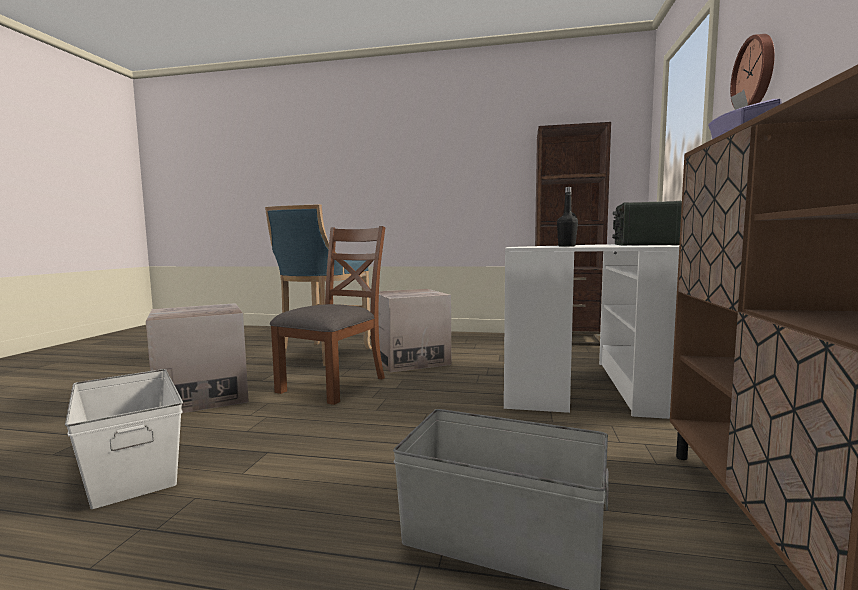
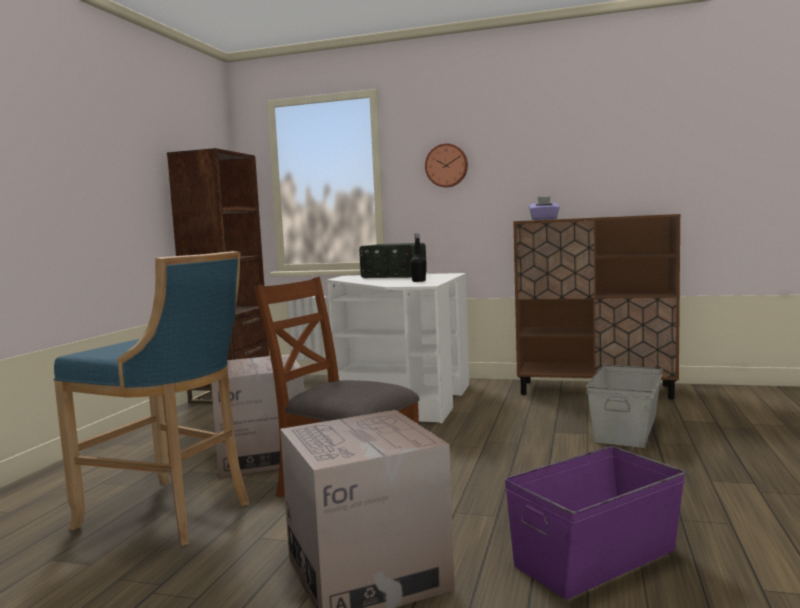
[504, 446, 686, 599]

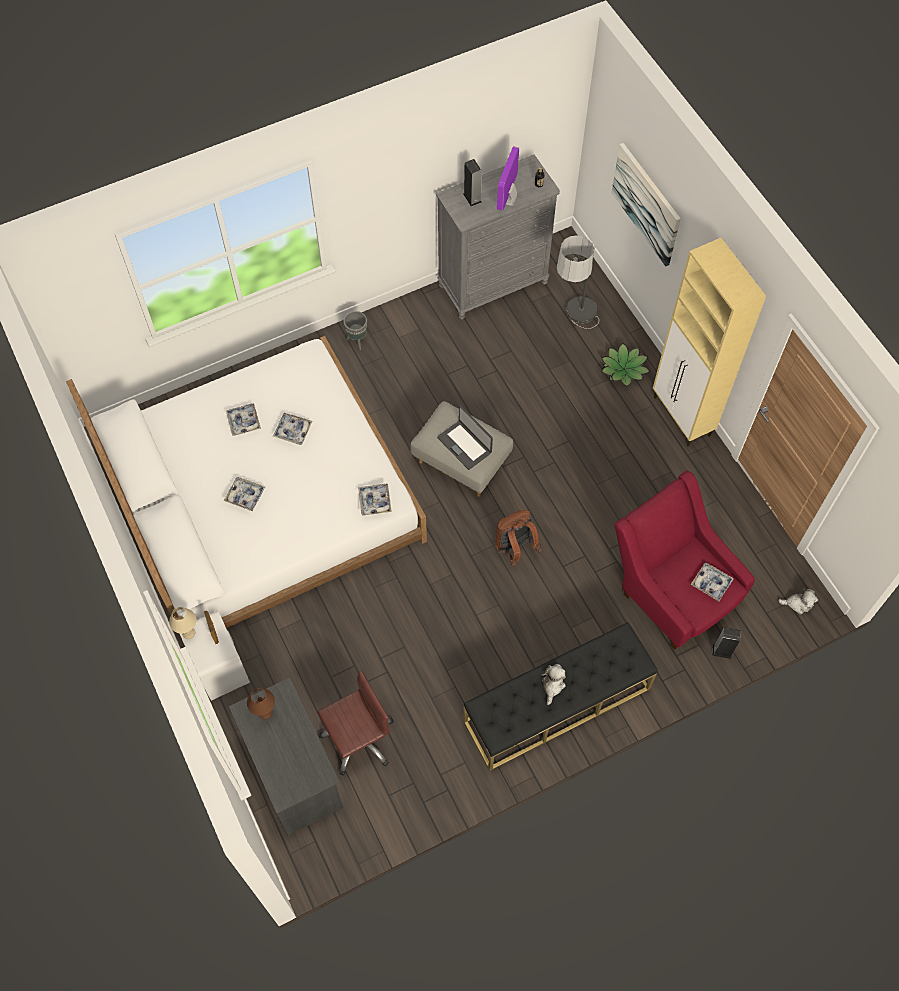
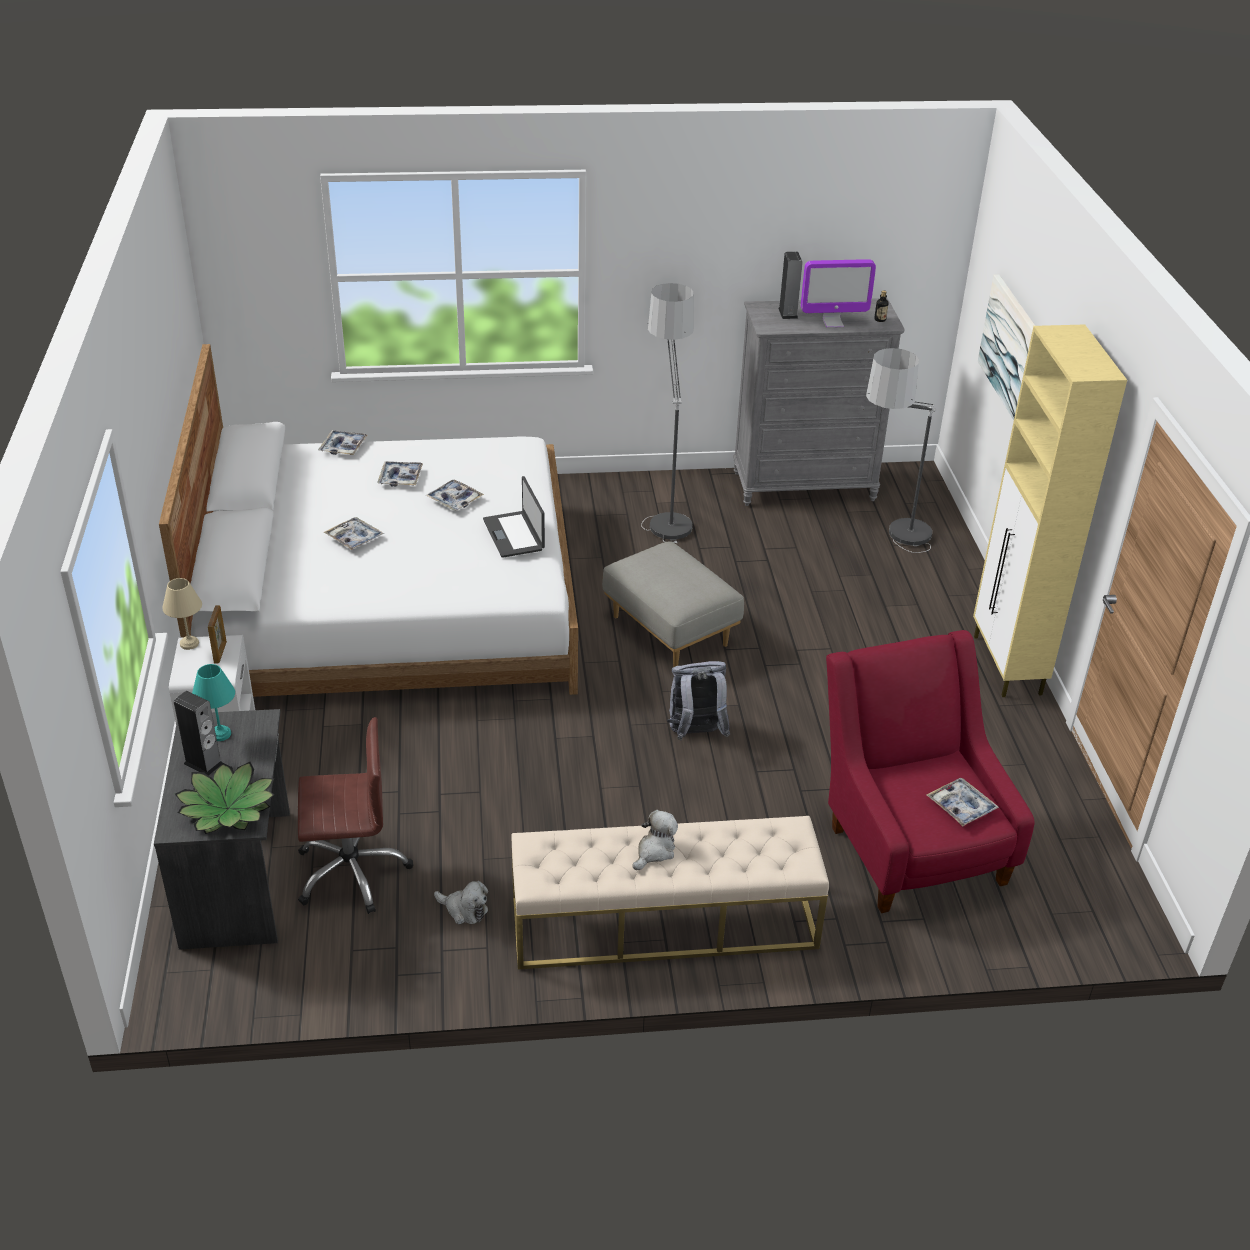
[343, 311, 367, 350] (first image)
[641, 283, 694, 543]
[318, 430, 368, 455]
[483, 476, 545, 558]
[175, 762, 275, 834]
[174, 691, 222, 776]
[434, 881, 488, 924]
[192, 664, 235, 741]
[511, 816, 829, 969]
[667, 661, 730, 740]
[801, 259, 876, 328]

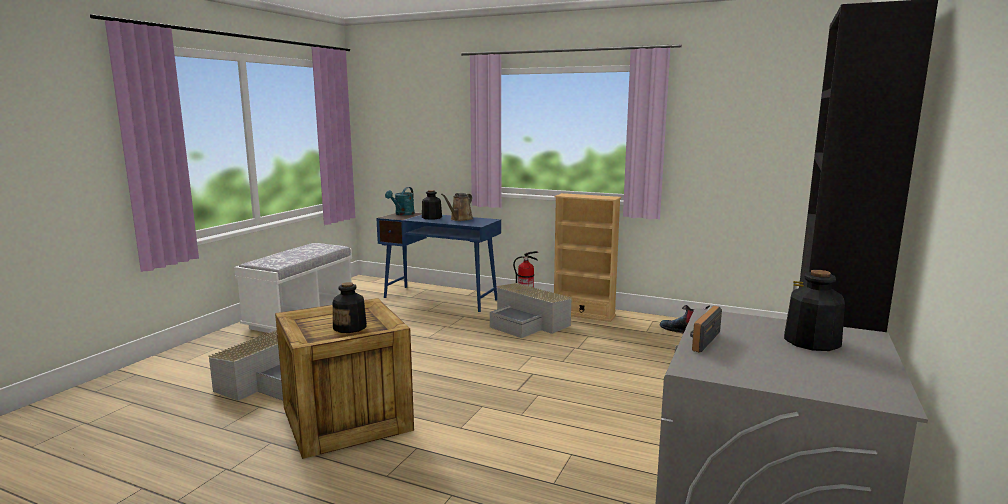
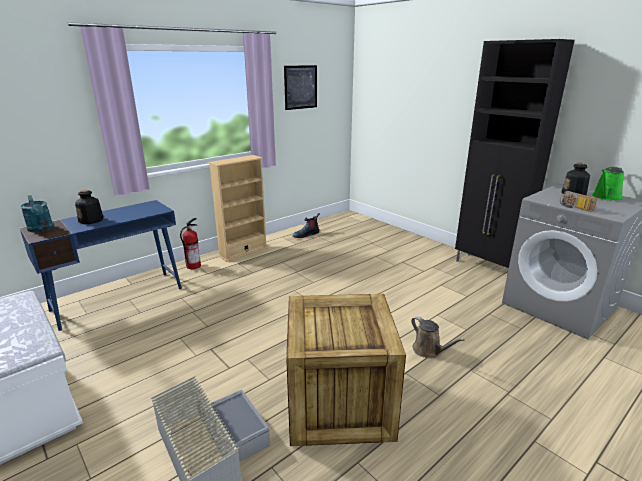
[333, 282, 367, 333] (first image)
[490, 283, 572, 338] (first image)
[284, 65, 317, 110]
[592, 167, 624, 201]
[411, 316, 464, 358]

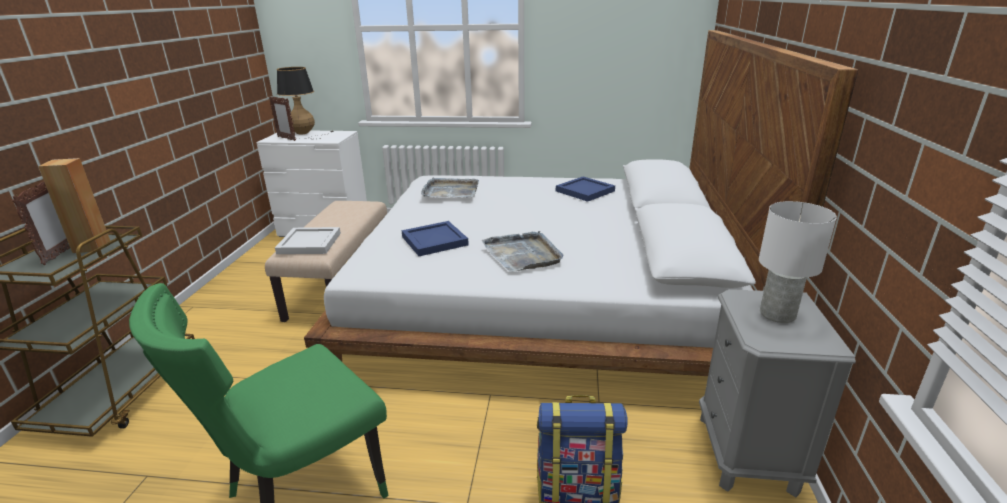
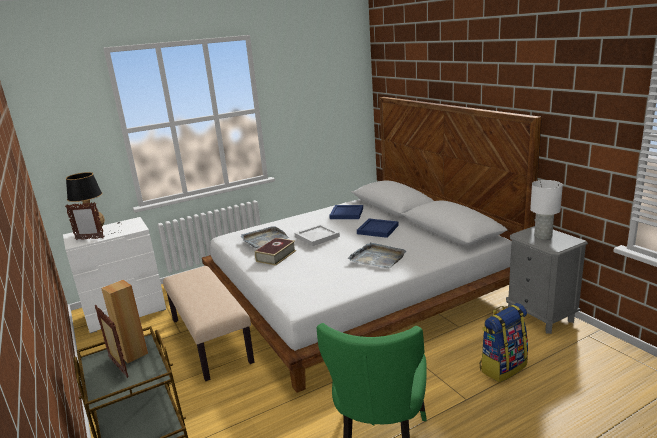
[255, 238, 296, 266]
[294, 224, 340, 246]
[357, 219, 398, 238]

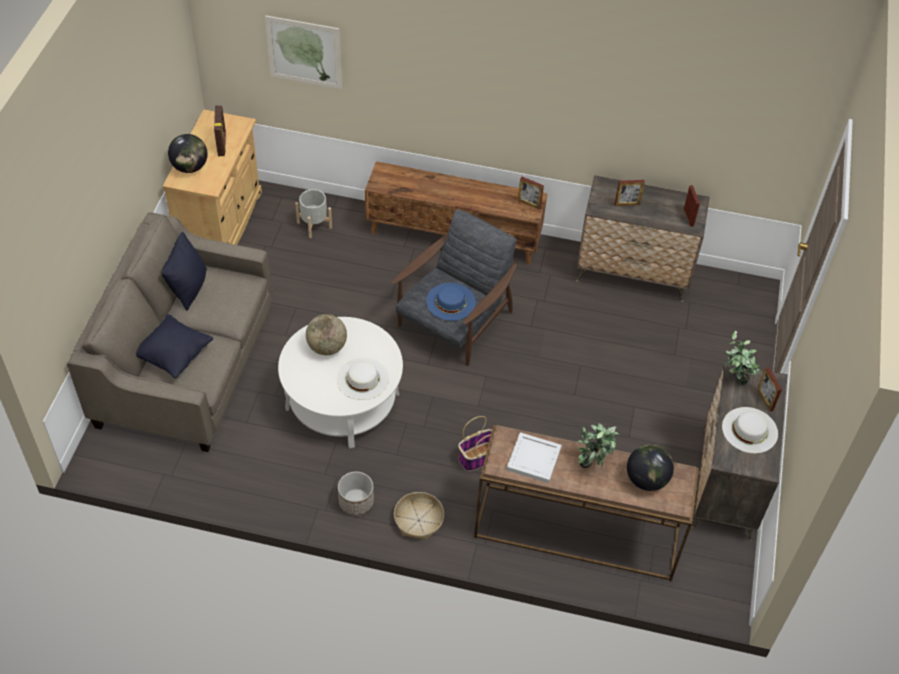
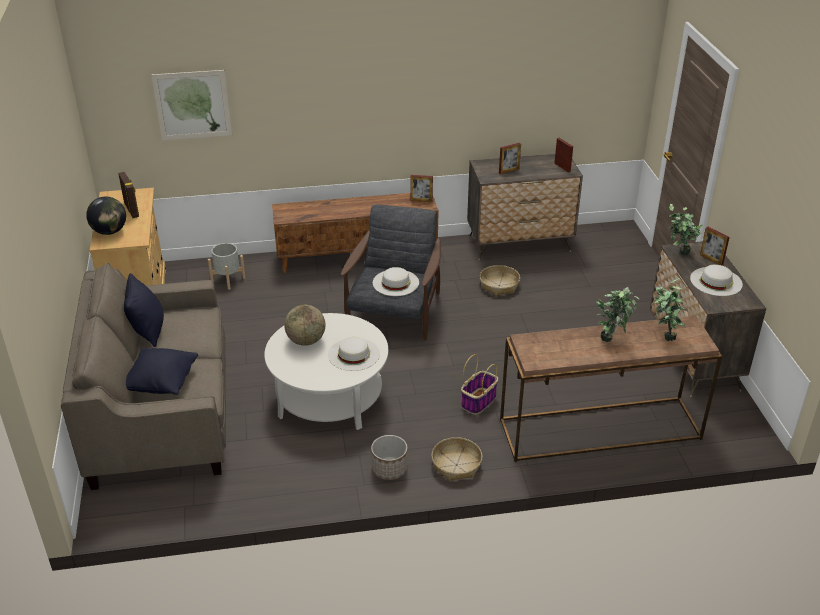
[507, 432, 562, 483] (first image)
[480, 265, 520, 296]
[654, 278, 687, 341]
[373, 267, 419, 296]

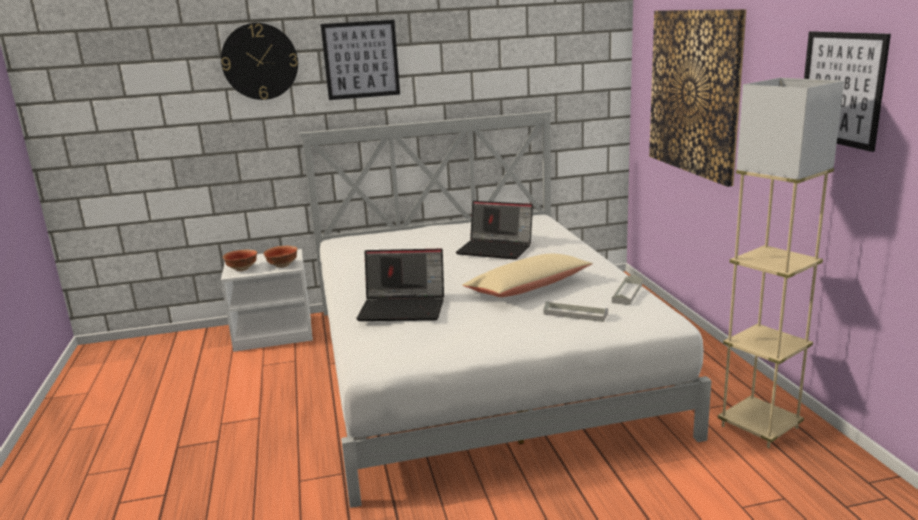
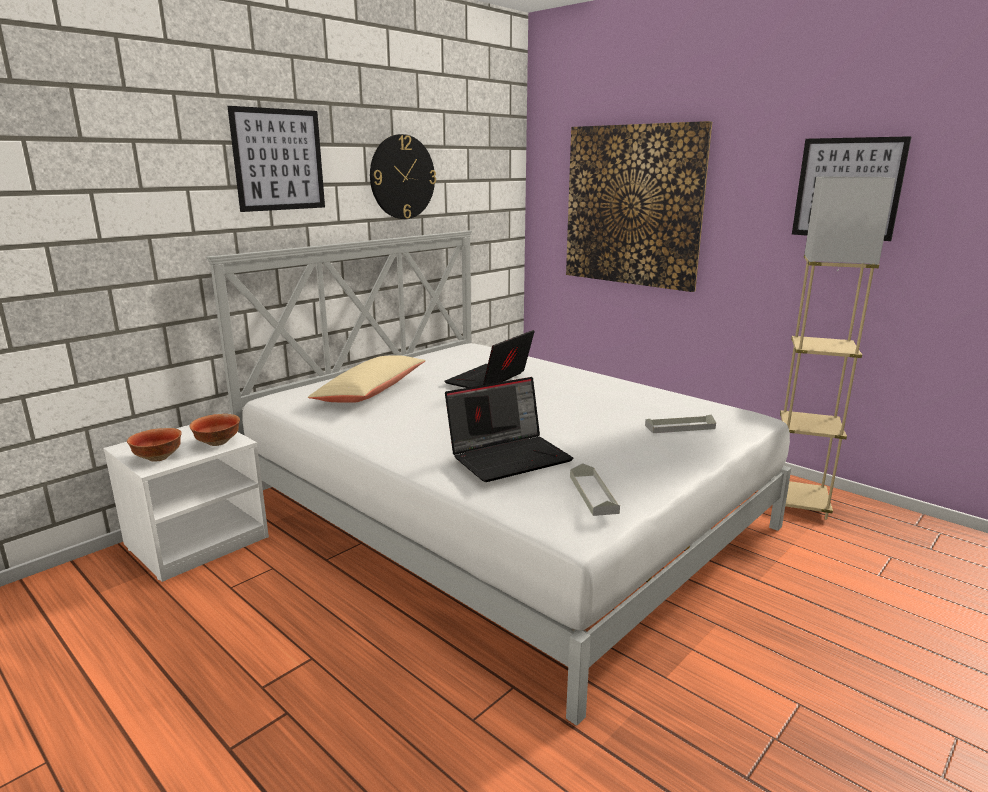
[370, 134, 436, 219]
[308, 355, 426, 403]
[570, 463, 620, 516]
[444, 330, 535, 388]

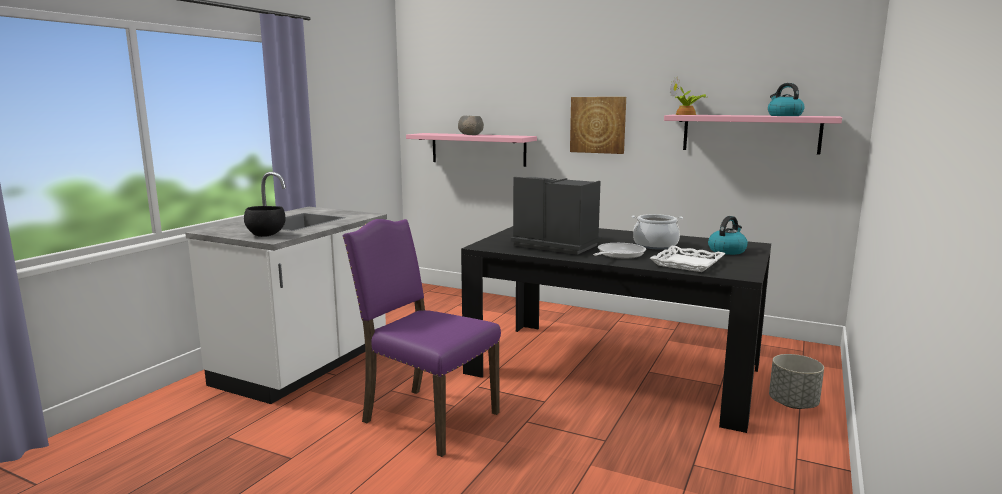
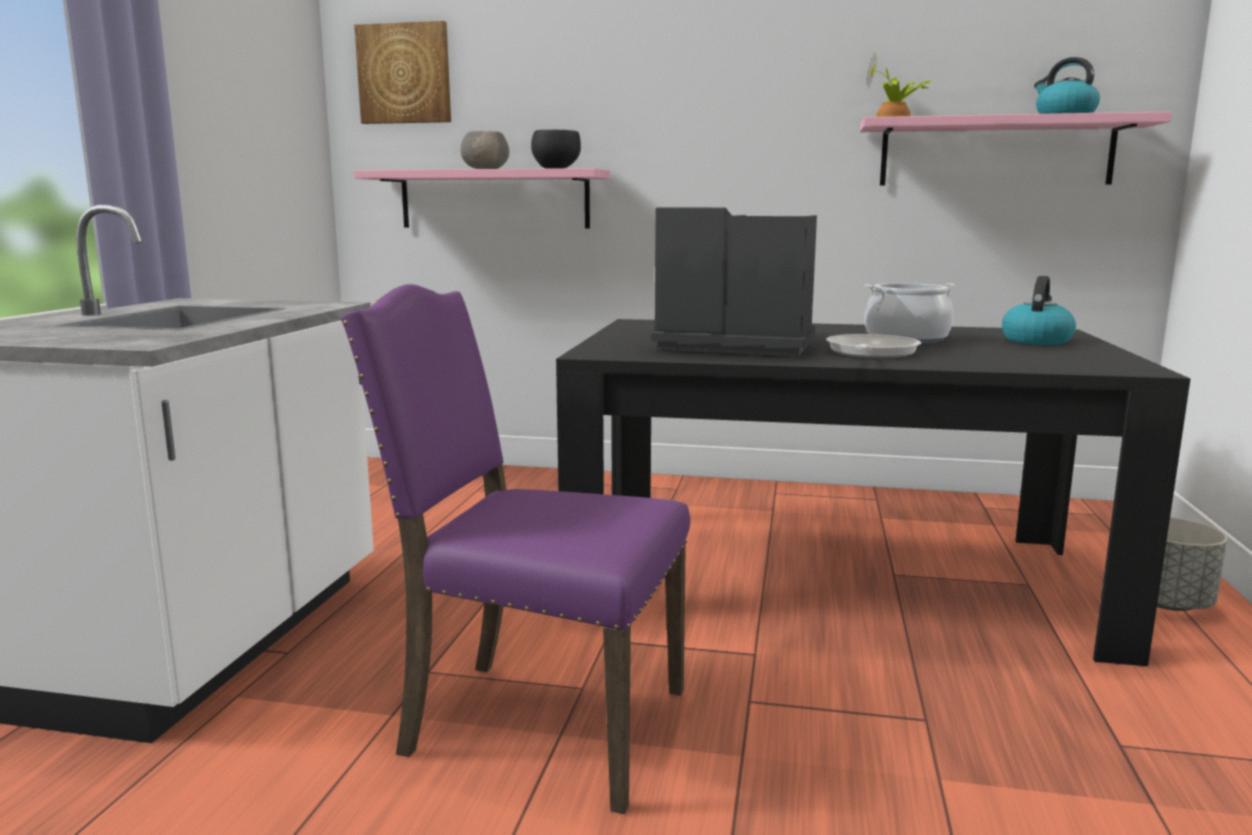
[650, 246, 726, 272] (first image)
[531, 130, 581, 169]
[354, 21, 451, 124]

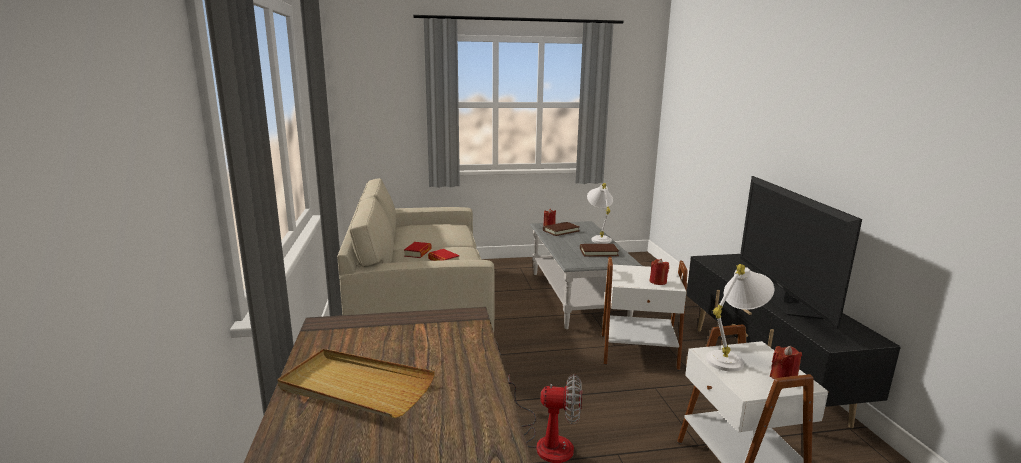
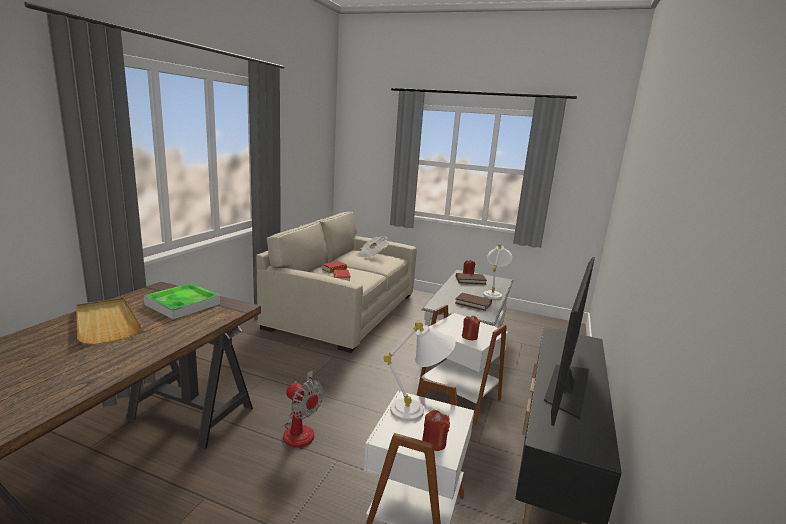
[143, 283, 220, 319]
[356, 236, 389, 258]

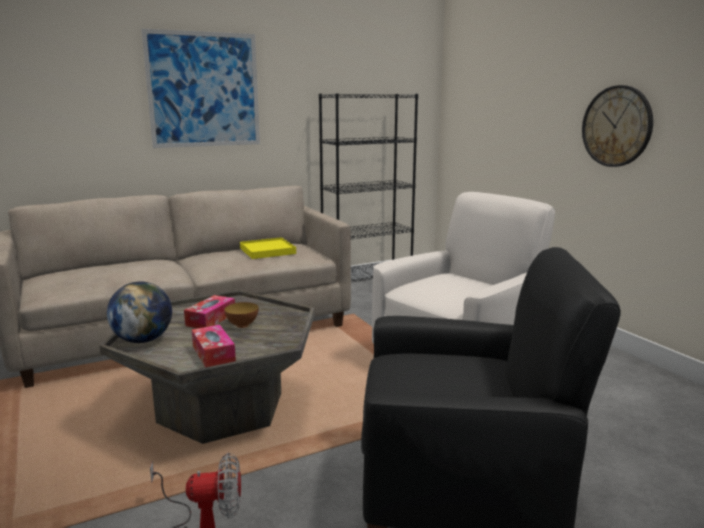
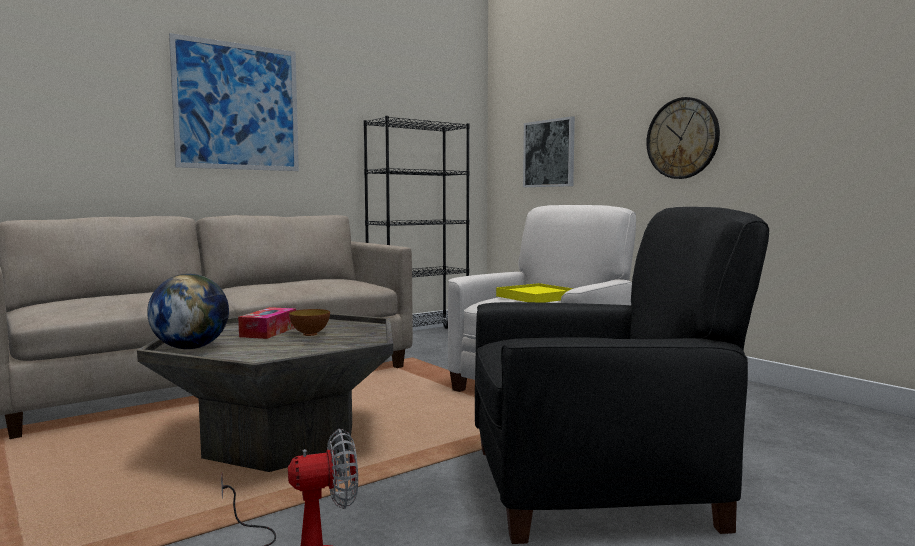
[192, 325, 236, 367] (first image)
[523, 116, 575, 187]
[496, 283, 573, 303]

